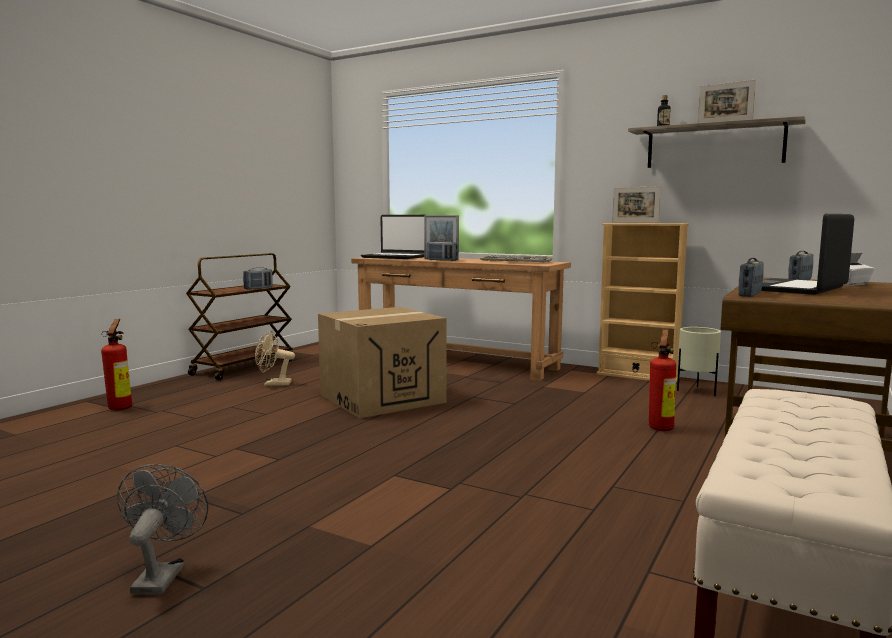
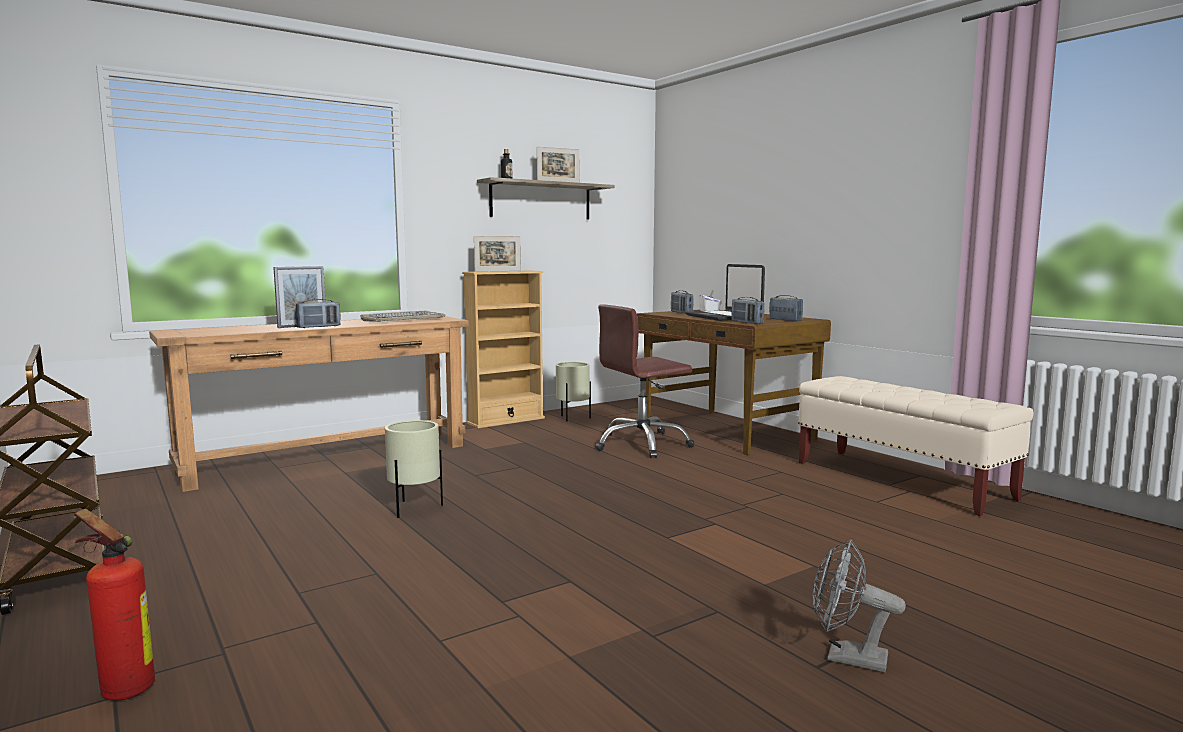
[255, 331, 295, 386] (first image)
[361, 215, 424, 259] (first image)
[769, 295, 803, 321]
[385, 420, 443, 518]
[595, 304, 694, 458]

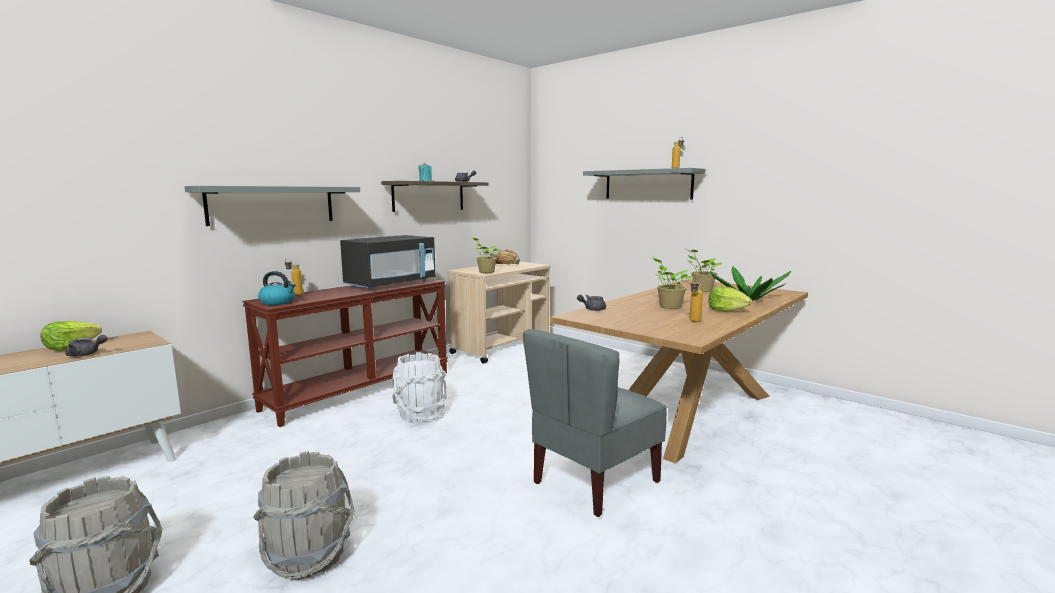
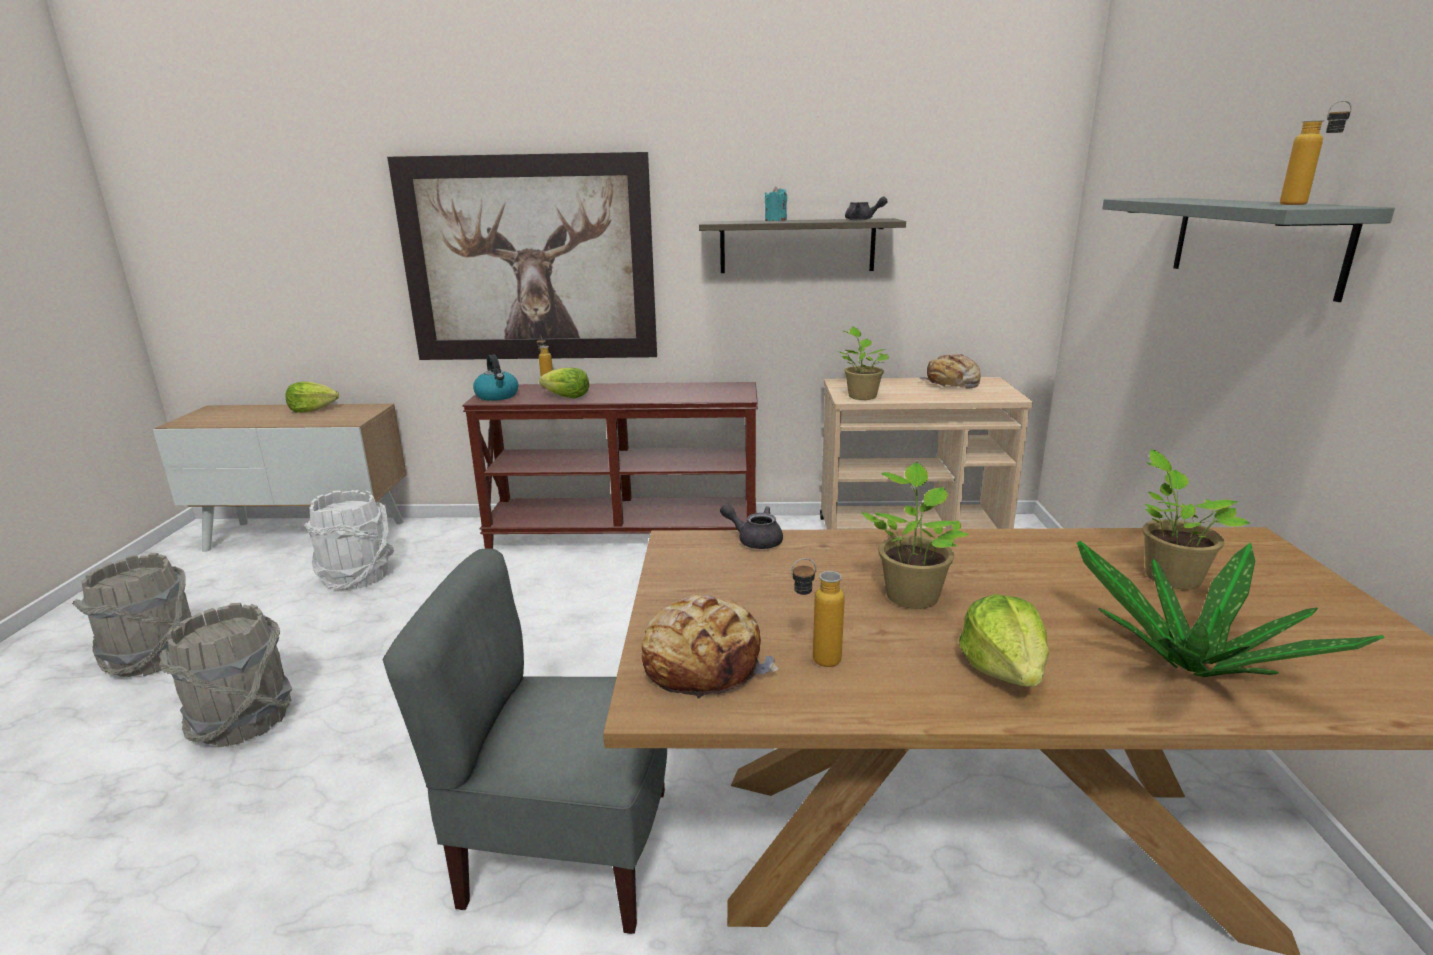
[65, 335, 108, 357] (first image)
[340, 235, 435, 290] (first image)
[539, 368, 589, 399]
[642, 594, 779, 699]
[304, 490, 394, 590]
[387, 152, 657, 360]

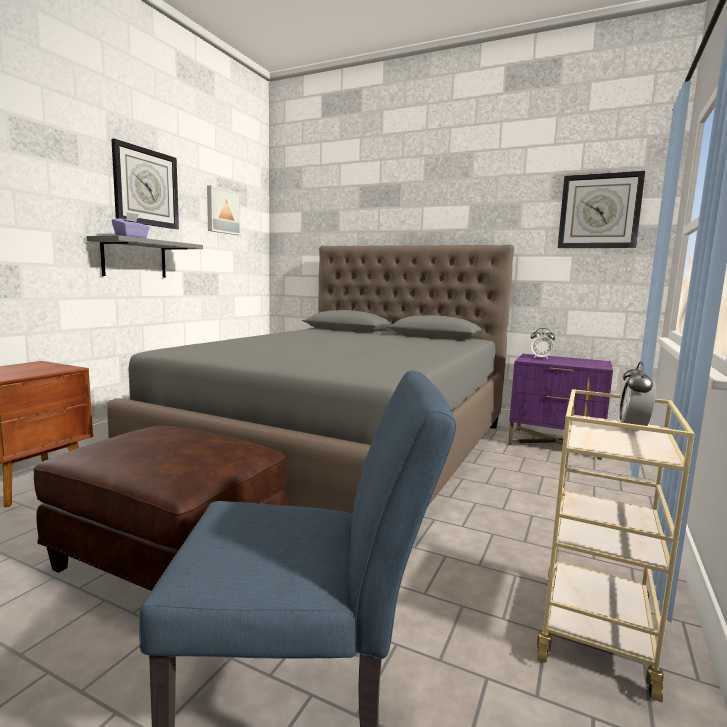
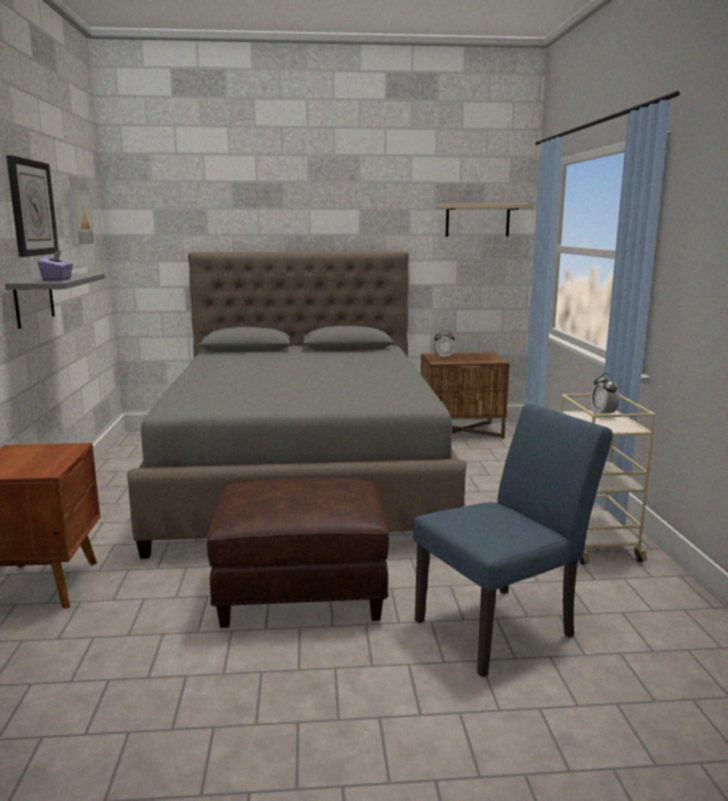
[435, 204, 533, 237]
[421, 352, 510, 439]

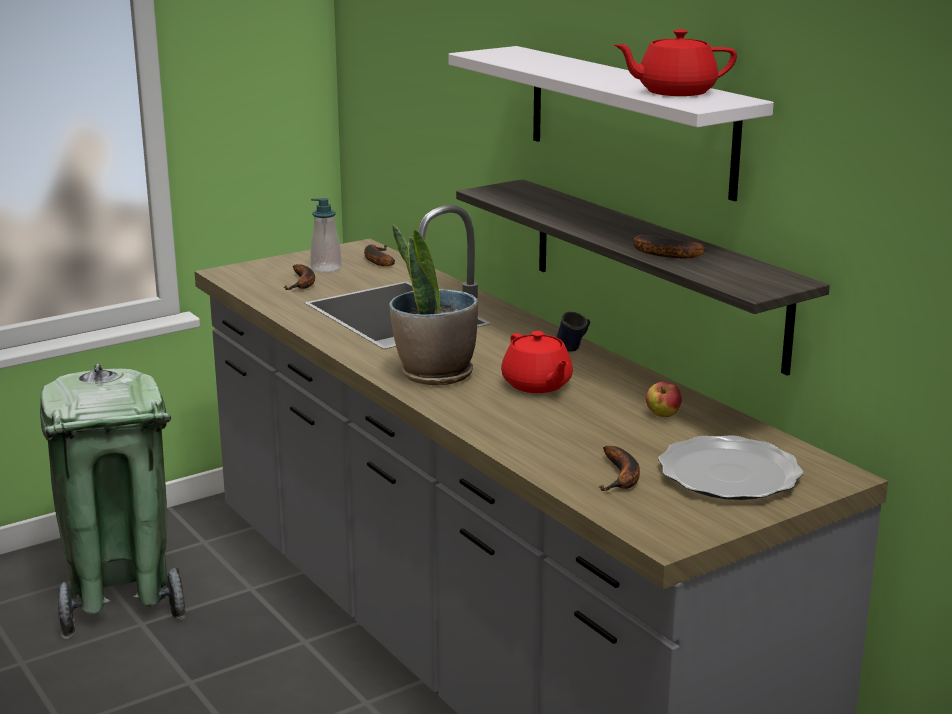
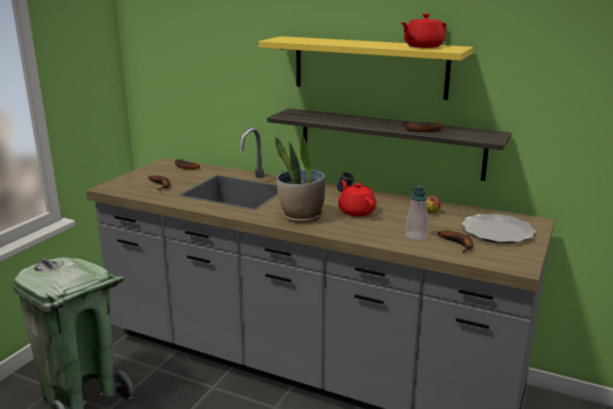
[405, 186, 428, 241]
[259, 36, 473, 100]
[338, 180, 377, 217]

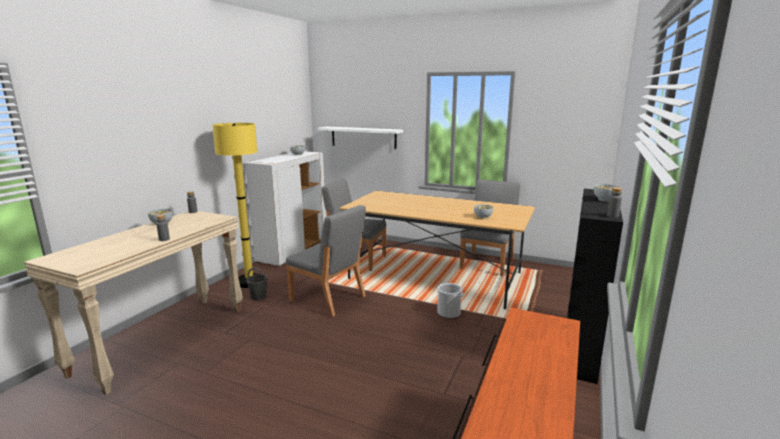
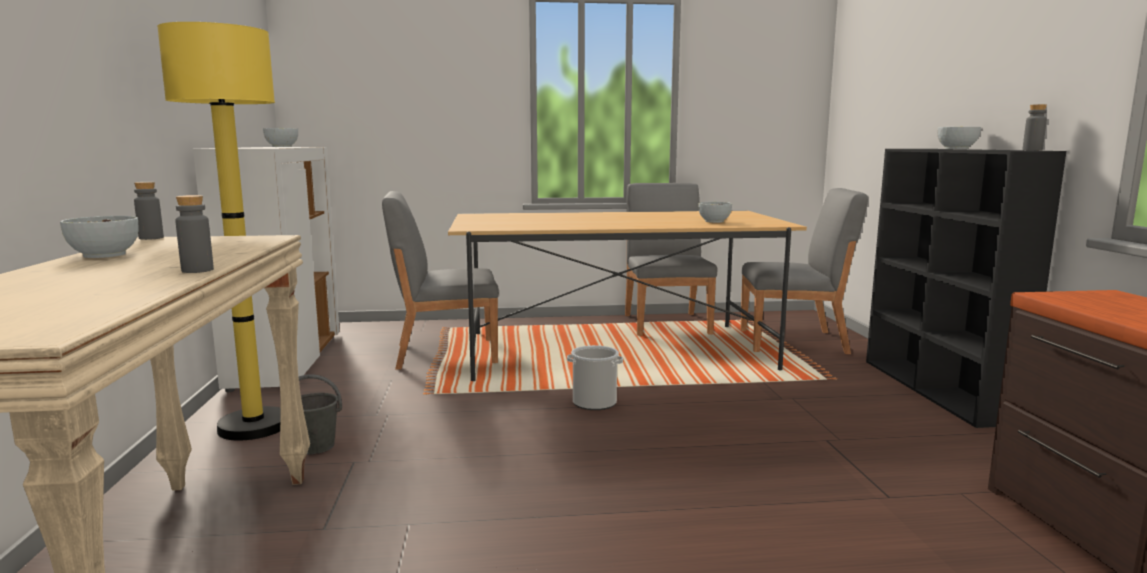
[318, 126, 403, 149] (first image)
[740, 188, 868, 354]
[567, 345, 623, 410]

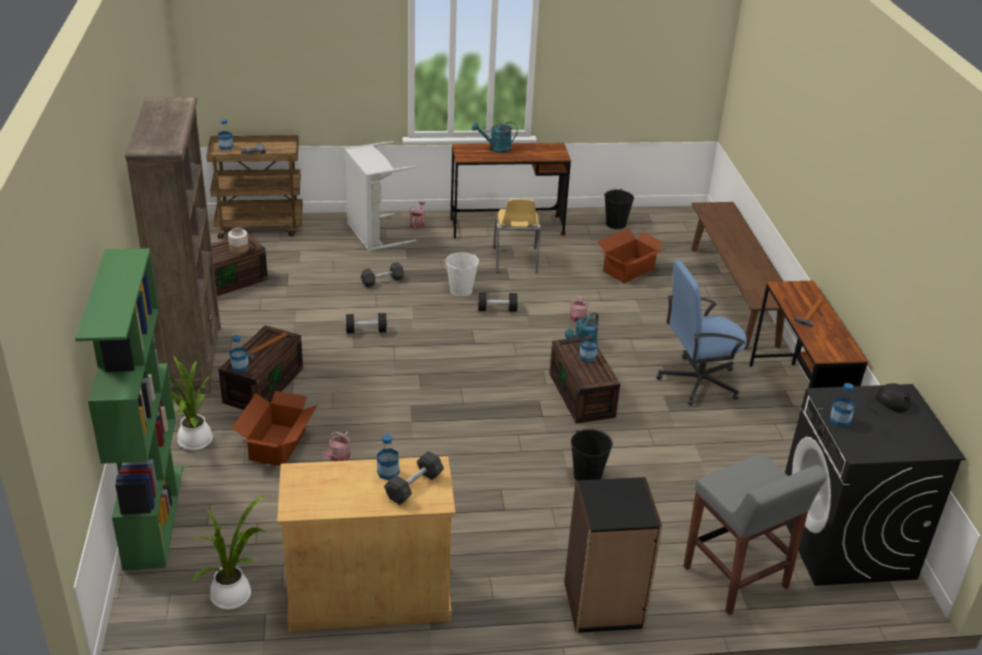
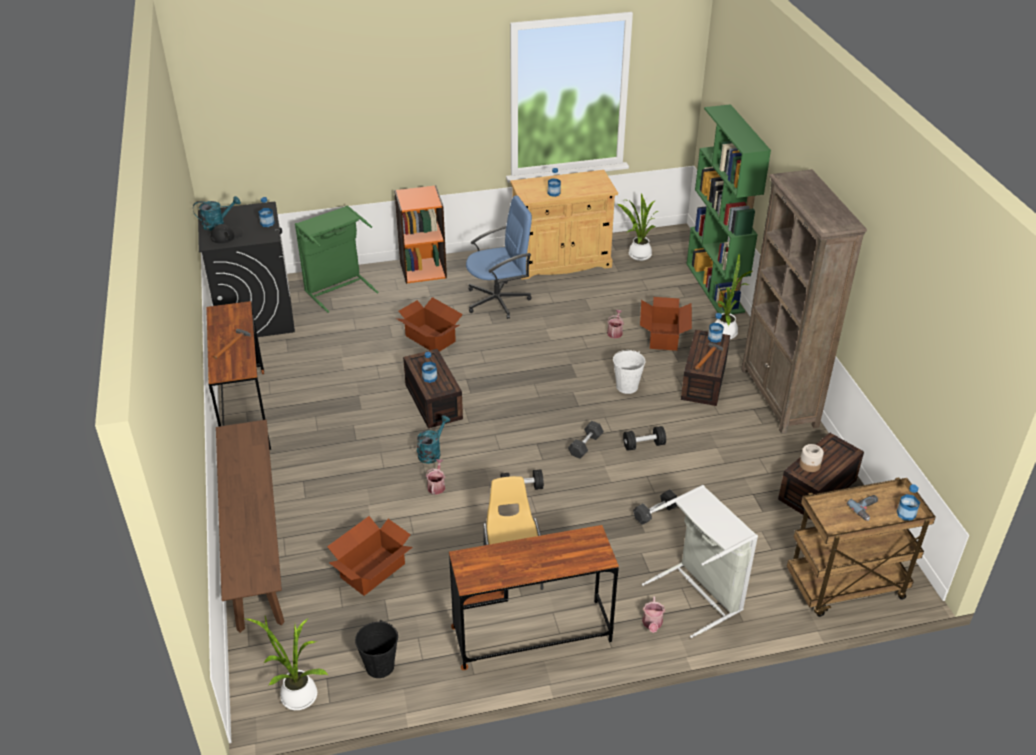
[246, 616, 328, 710]
[568, 421, 604, 459]
[613, 350, 645, 394]
[193, 196, 241, 231]
[466, 195, 532, 319]
[395, 297, 463, 352]
[295, 205, 379, 313]
[394, 185, 447, 284]

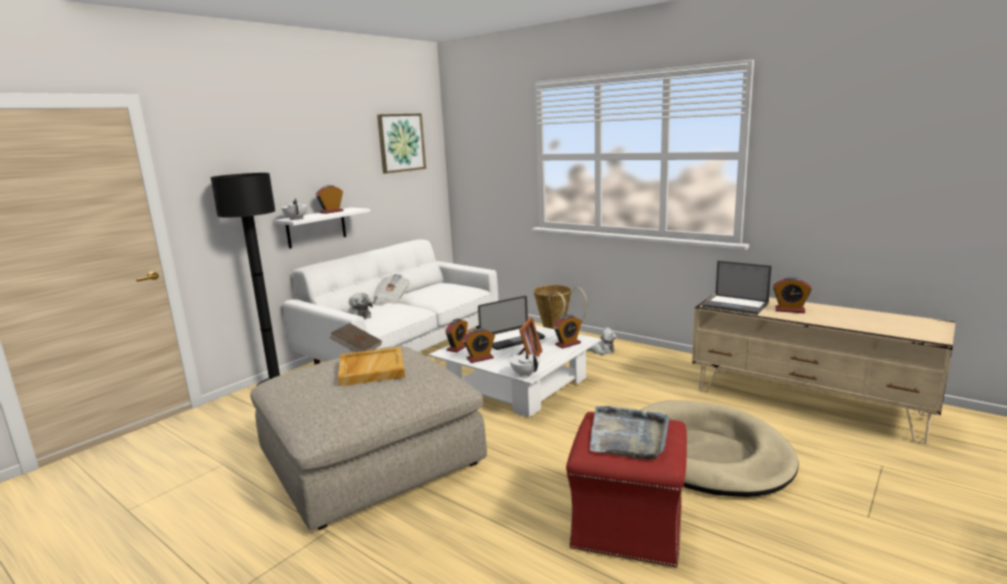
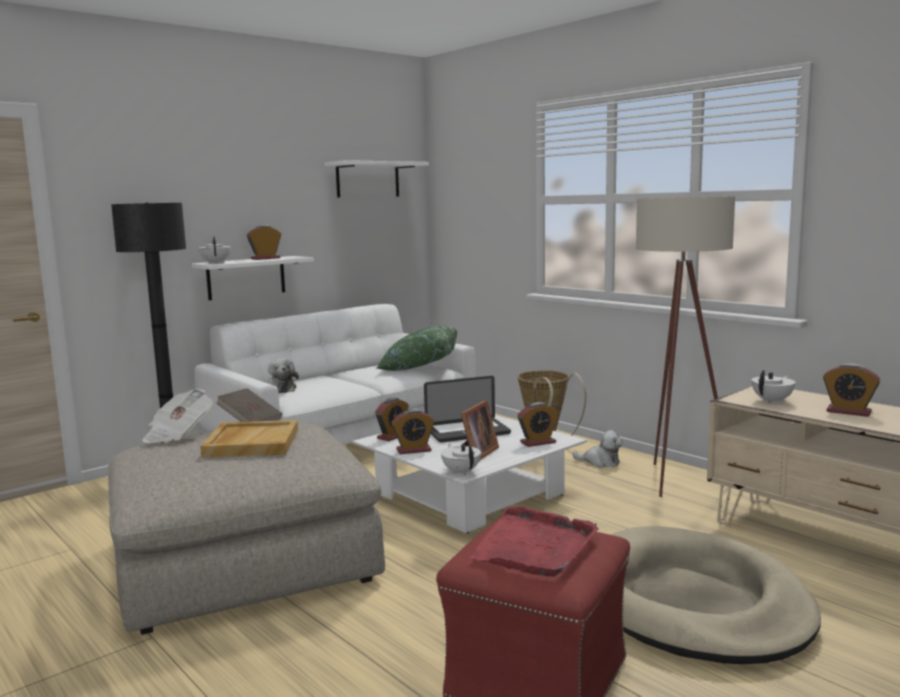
[377, 326, 458, 371]
[636, 196, 735, 497]
[142, 389, 213, 443]
[325, 160, 429, 198]
[751, 370, 795, 404]
[470, 506, 599, 577]

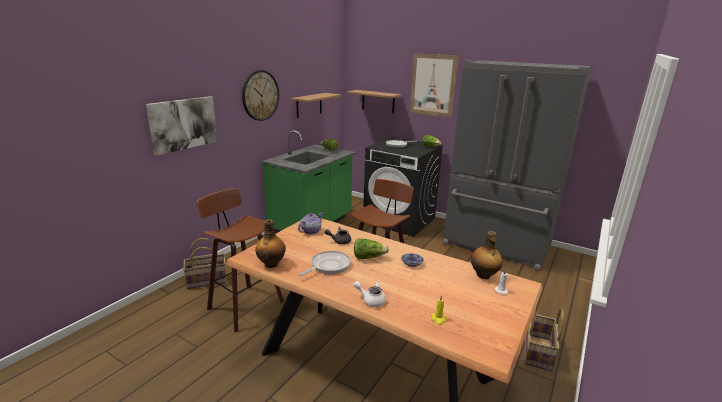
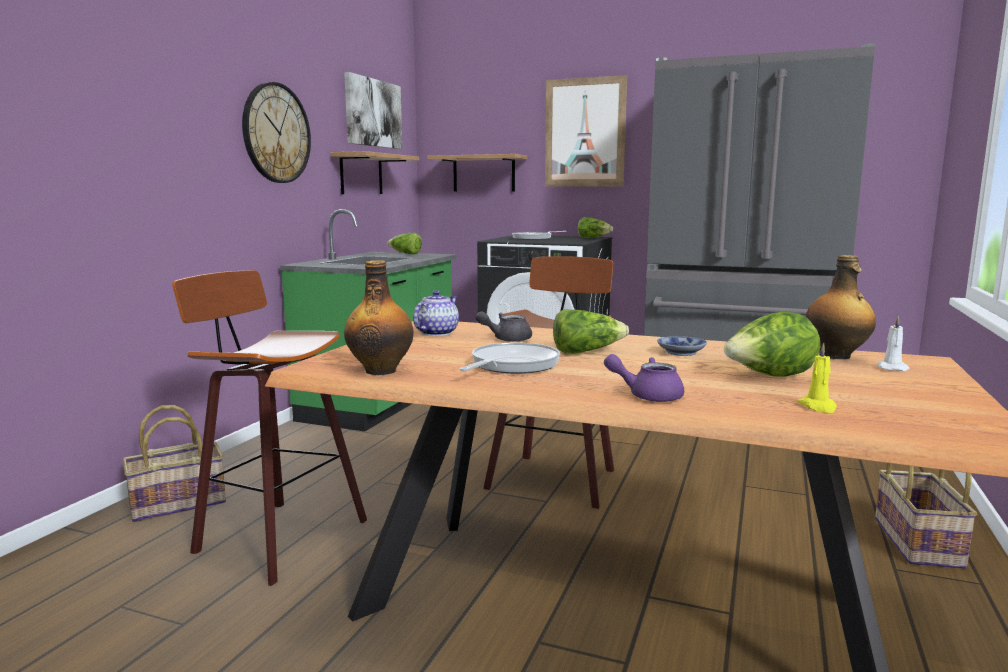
[724, 312, 820, 377]
[344, 72, 402, 149]
[604, 354, 684, 402]

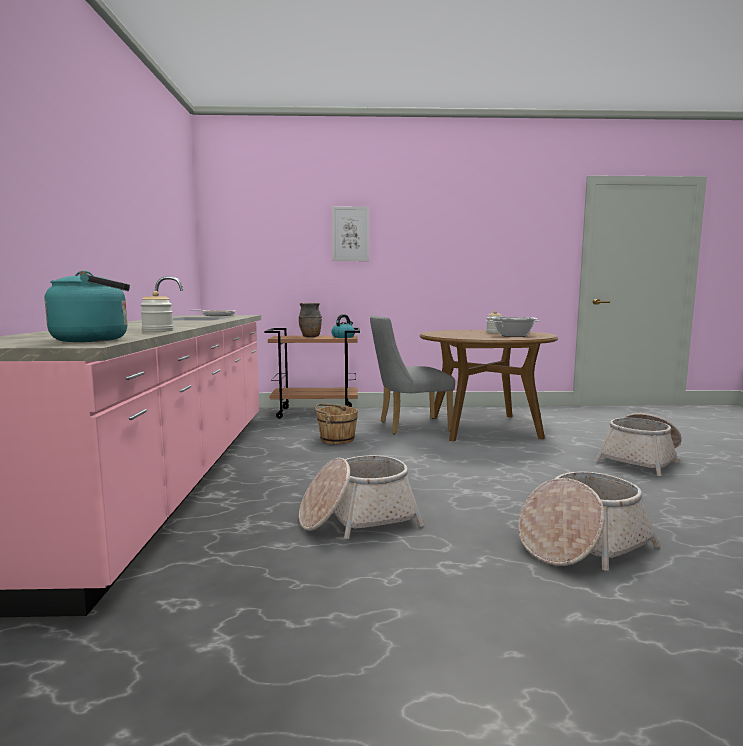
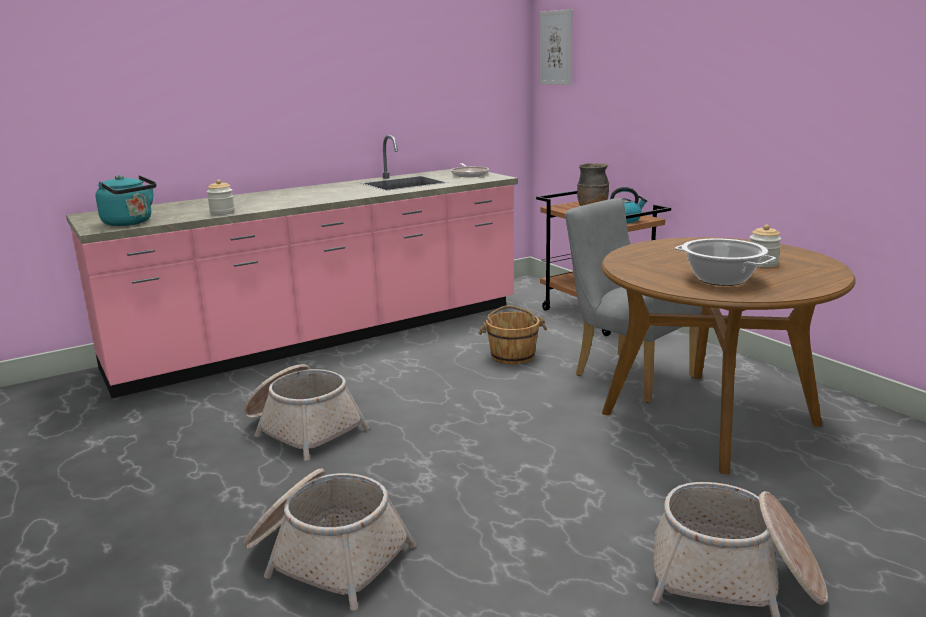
[539, 9, 573, 85]

